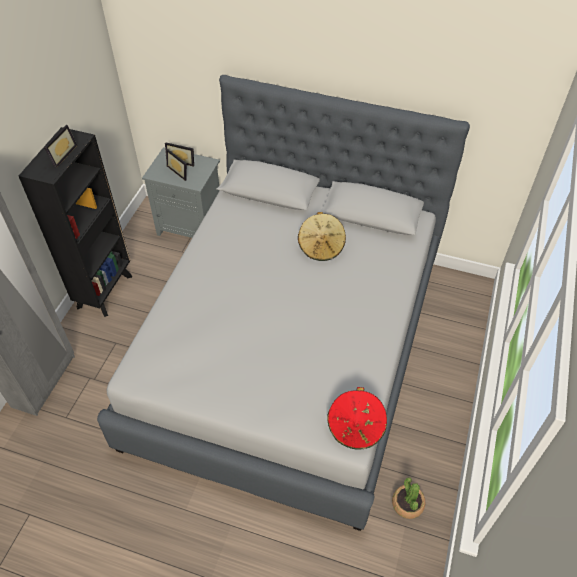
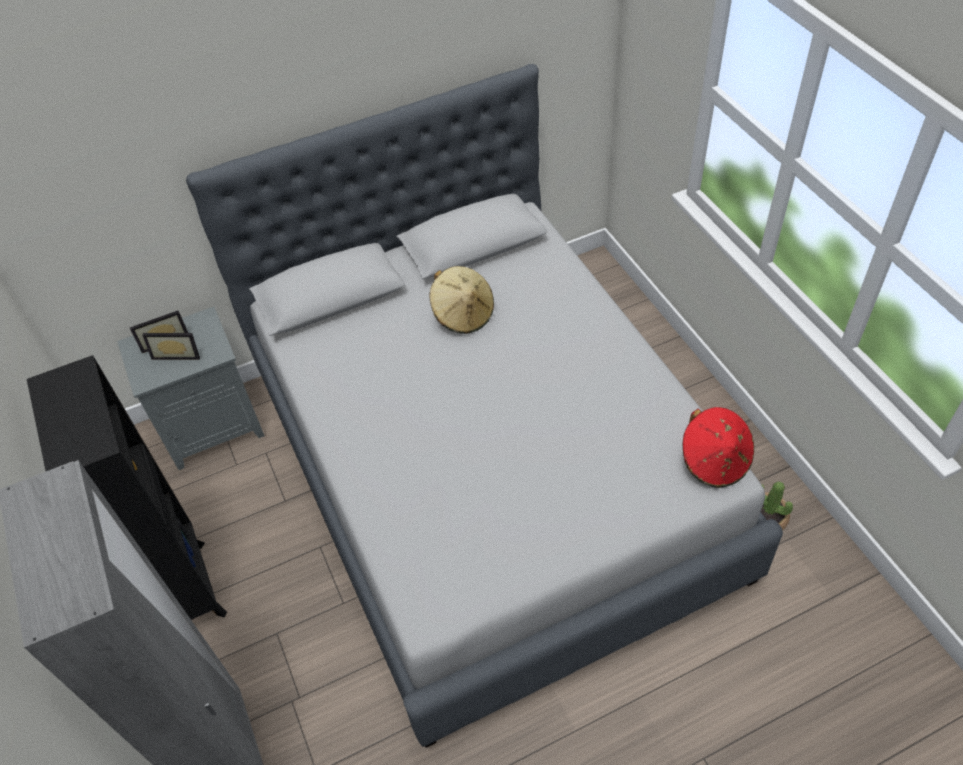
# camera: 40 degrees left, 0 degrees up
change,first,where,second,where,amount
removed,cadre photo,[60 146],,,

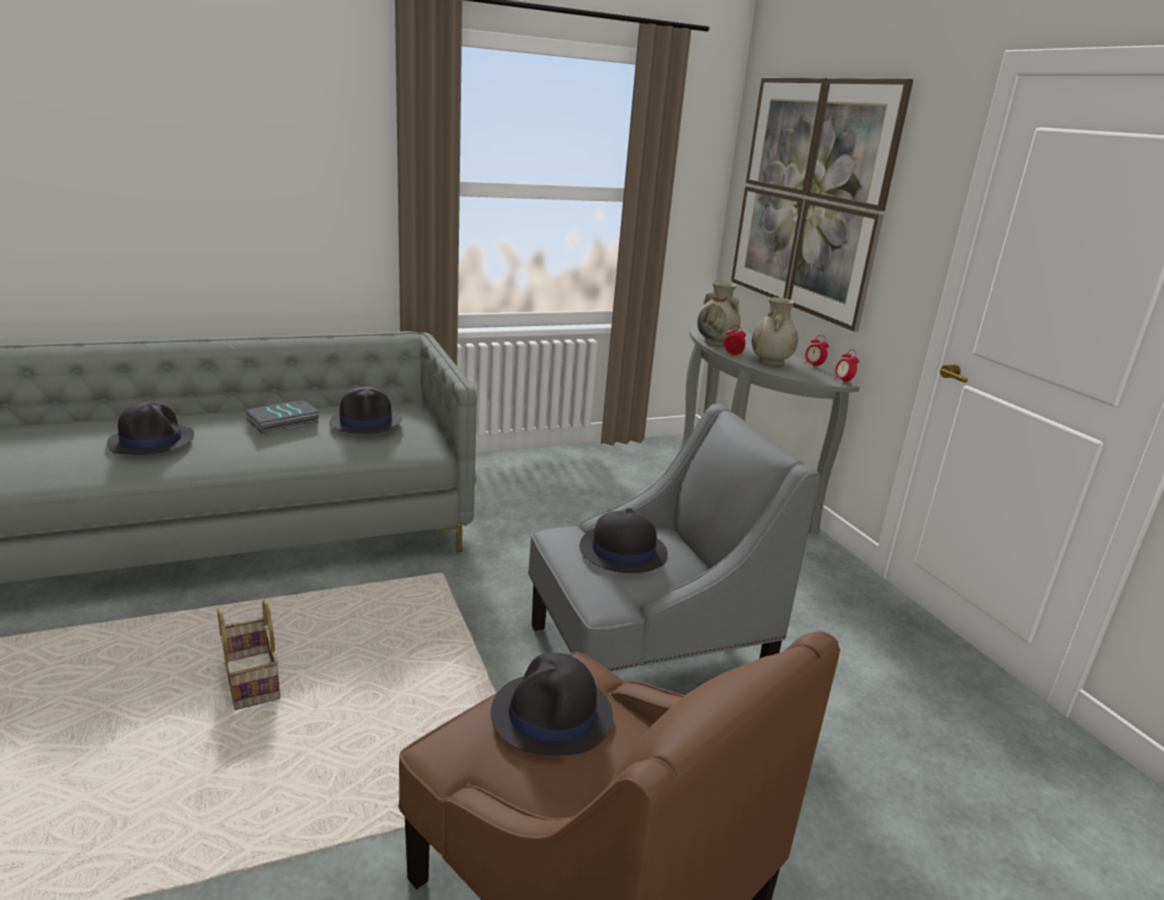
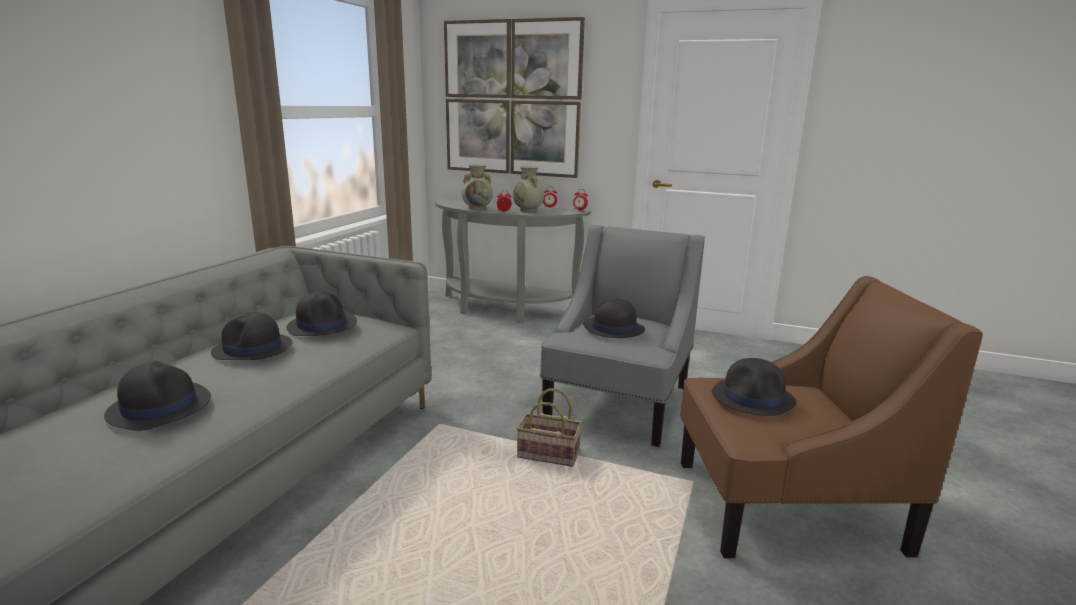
# camera: 45 degrees left, 5 degrees down
change,first,where,second,where,amount
moved,panier,[248 654],,[549 428],
replaced,livre,[283 416],chapeau [noir],[251 336],

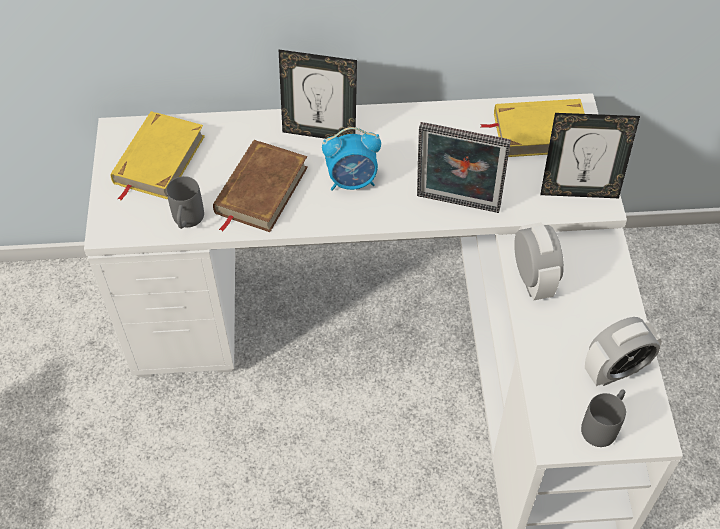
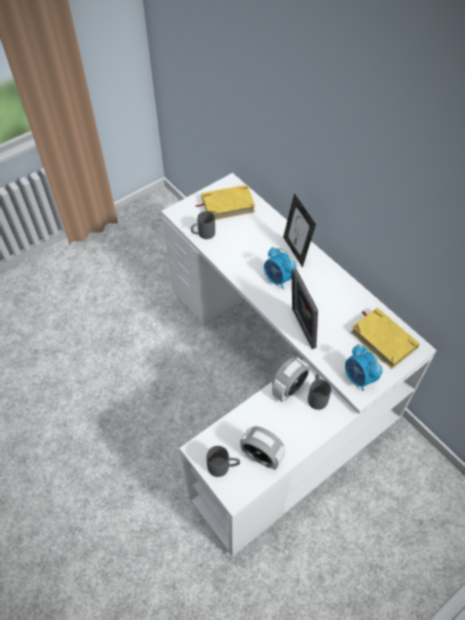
# camera: 55 degrees right, 0 degrees up
change,first,where,second,where,amount
removed,livre [marron],[260 186],,,
replaced,cadre photo,[590 155],réveil,[364 367],
added,,,mug [gris],[319 392],

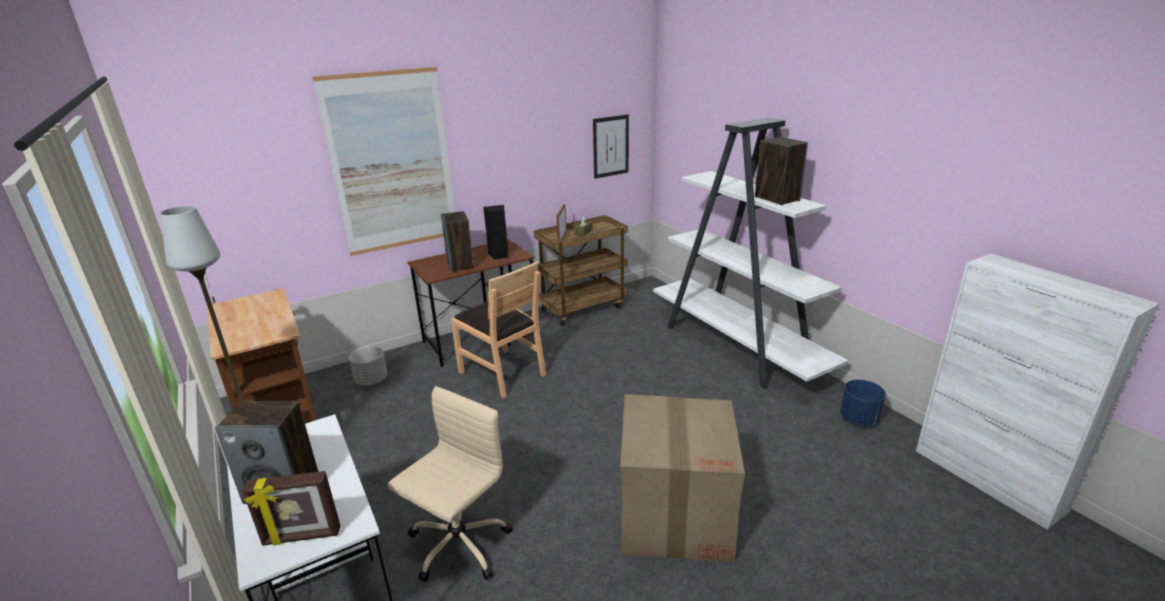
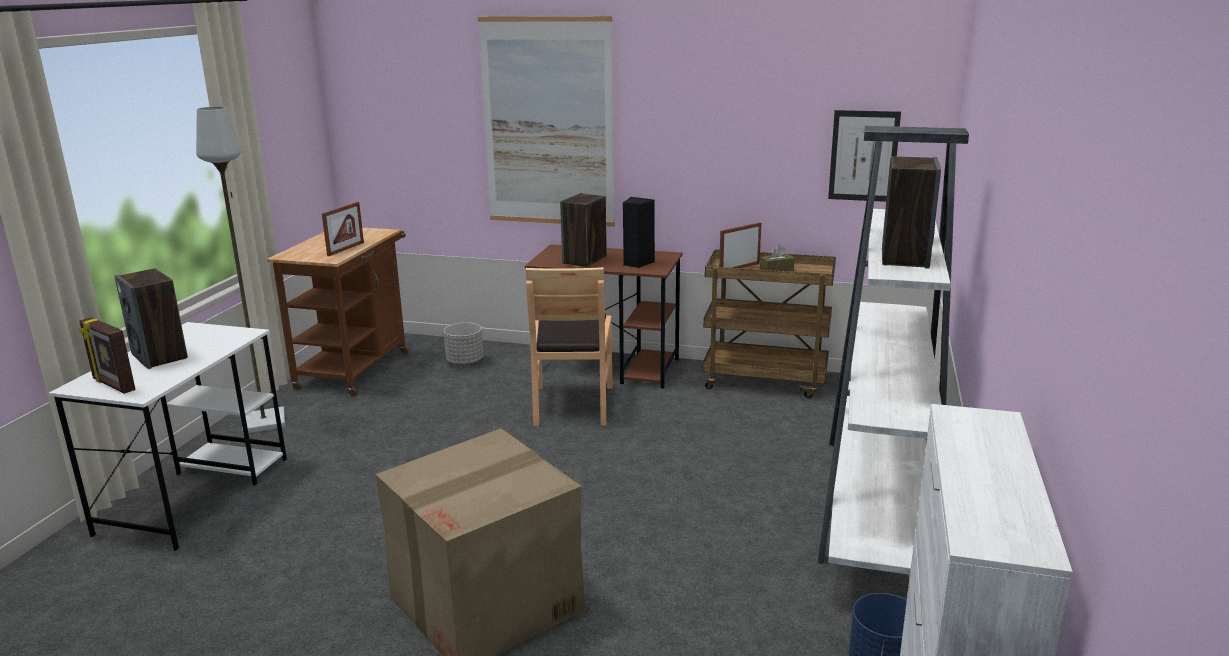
# camera: 45 degrees right, 5 degrees down
change,first,where,second,where,amount
removed,chaise de bureau [beige],[450 484],,,
added,,,cadre photo,[343 229],

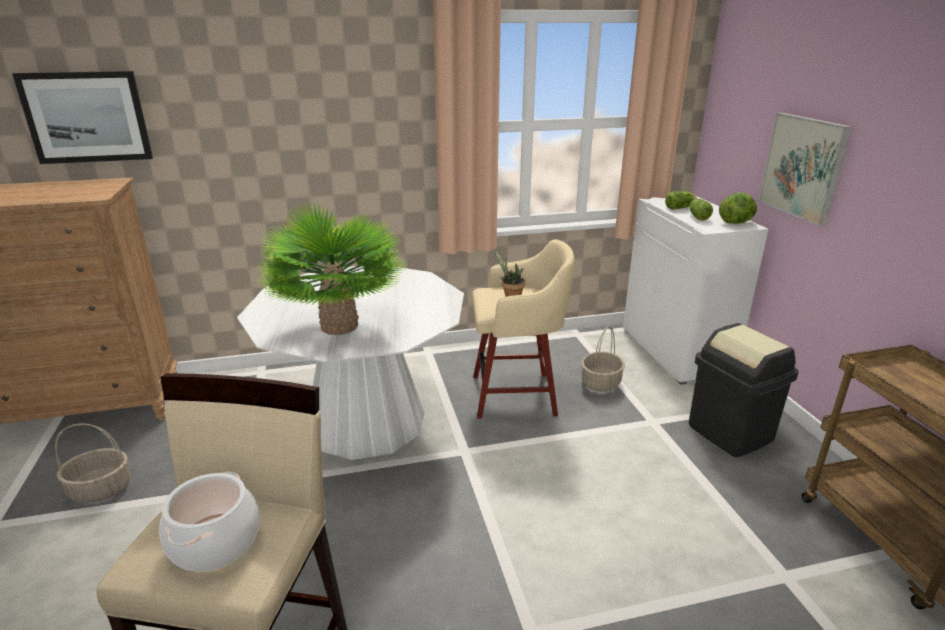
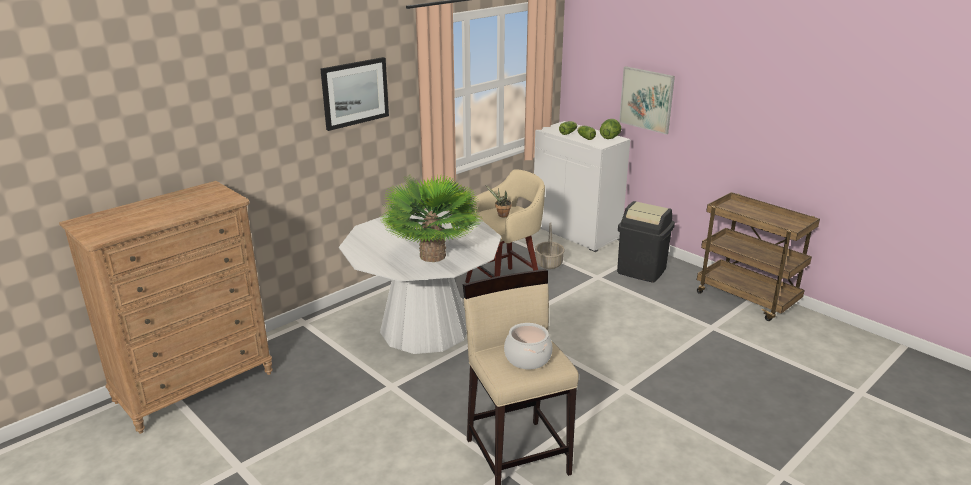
# camera: 30 degrees left, 0 degrees up
change,first,where,second,where,amount
moved,tableau,[82 117],,[354 94],
removed,panier,[93 462],,,

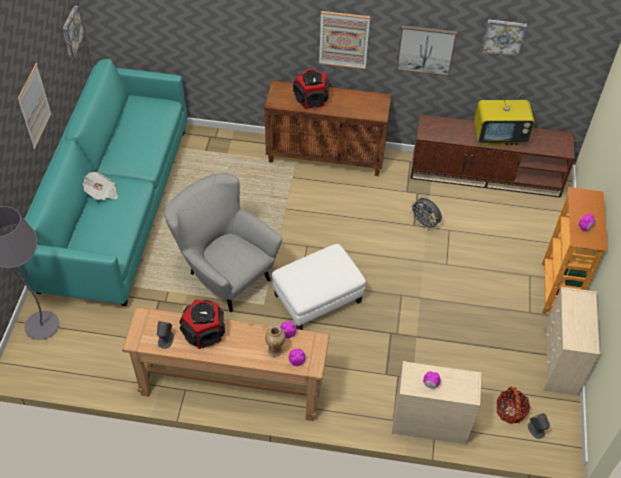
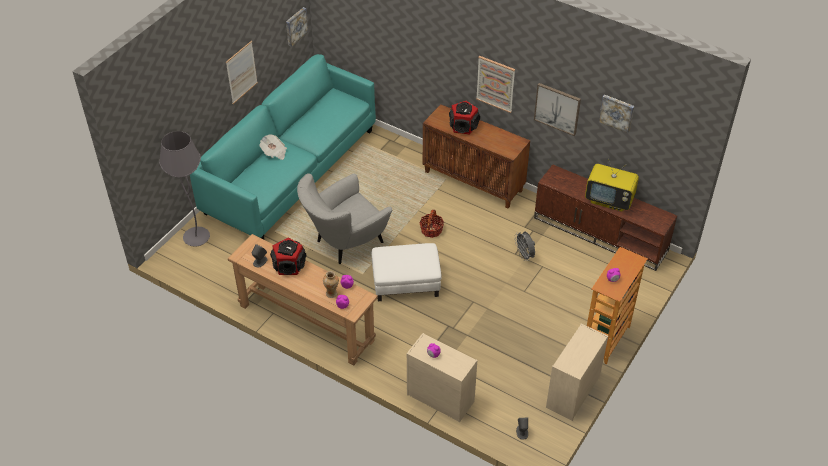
# camera: 25 degrees right, 5 degrees down
change,first,where,second,where,amount
turned,fauteuil [gris],[223 242],,[344 218],105 degrees counterclockwise
moved,panier,[513 405],,[431 224],

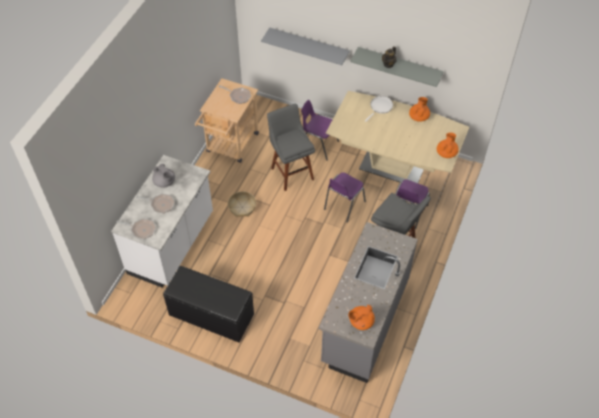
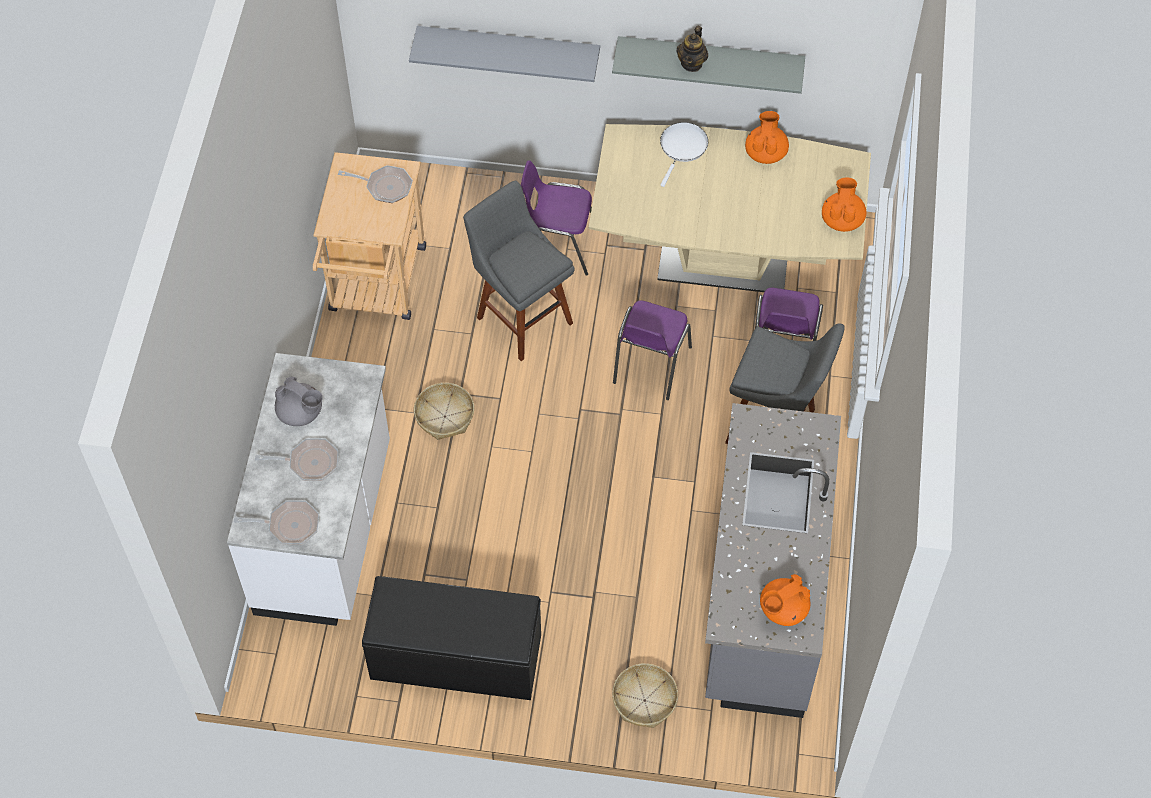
# camera: 15 degrees left, 5 degrees up
change,first,where,second,where,amount
added,,,panier,[645 695],

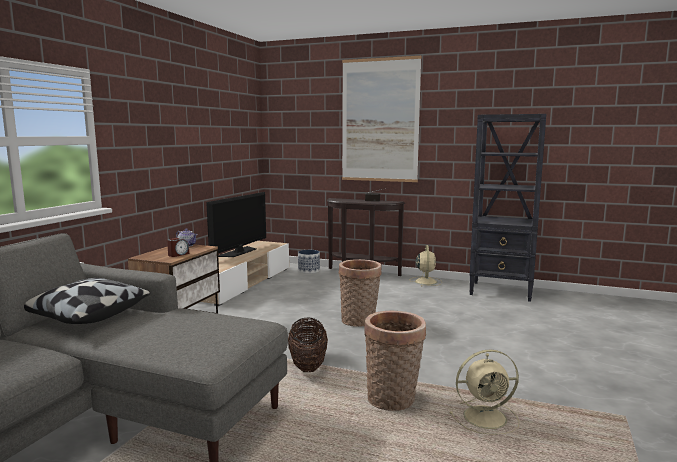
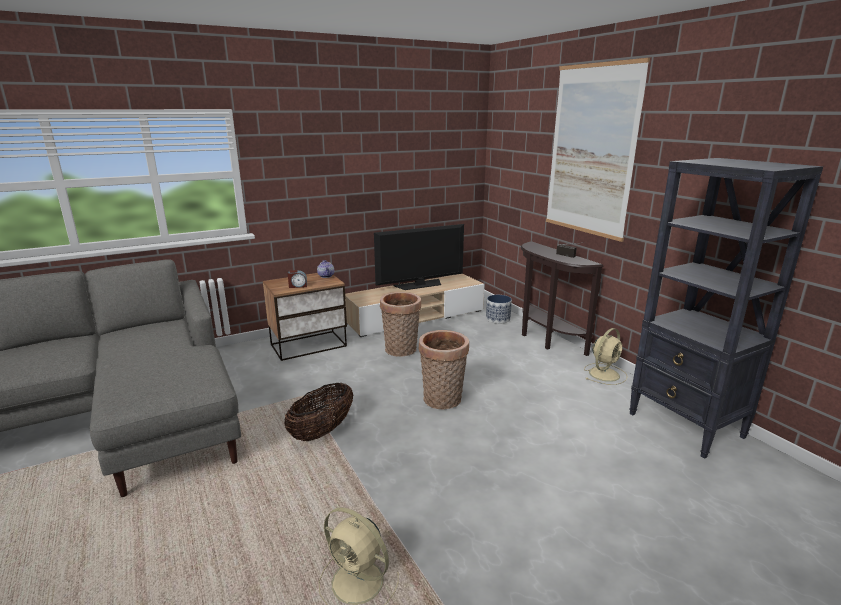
# camera: 40 degrees right, 10 degrees up
change,first,where,second,where,amount
removed,coussin,[87 301],,,
moved,panier,[395 360],,[400 324],

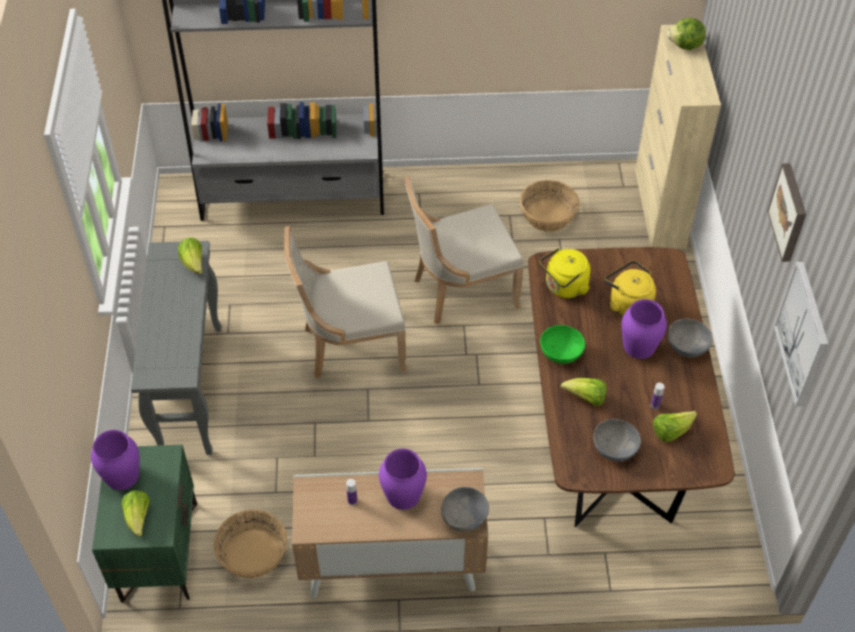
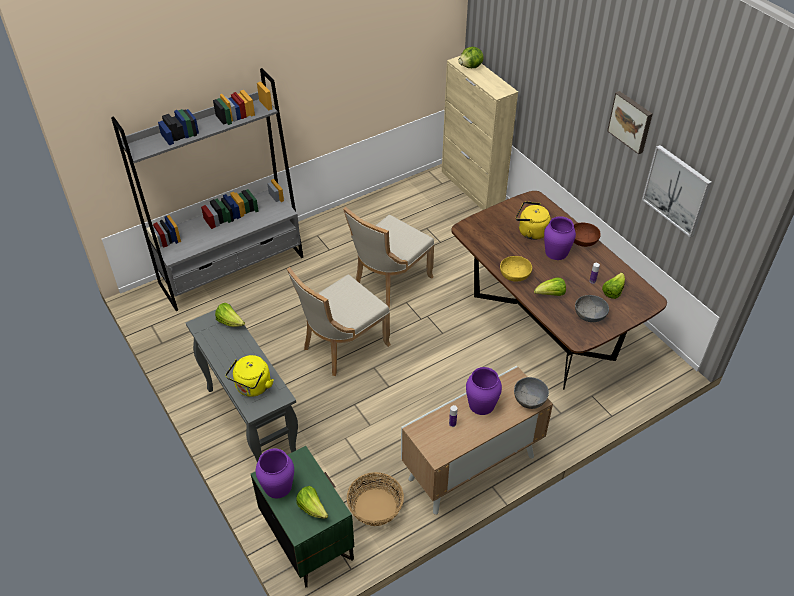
# camera: 30 degrees left, 5 degrees down
change,first,where,second,where,amount
removed,panier,[550 206],,,
moved,bouilloire [jaune],[565 273],,[249 376],
recoloured,bol [vert],[562 344],bol [jaune],[516 269],
recoloured,bol [gris],[690 337],bol [marron],[587 234],

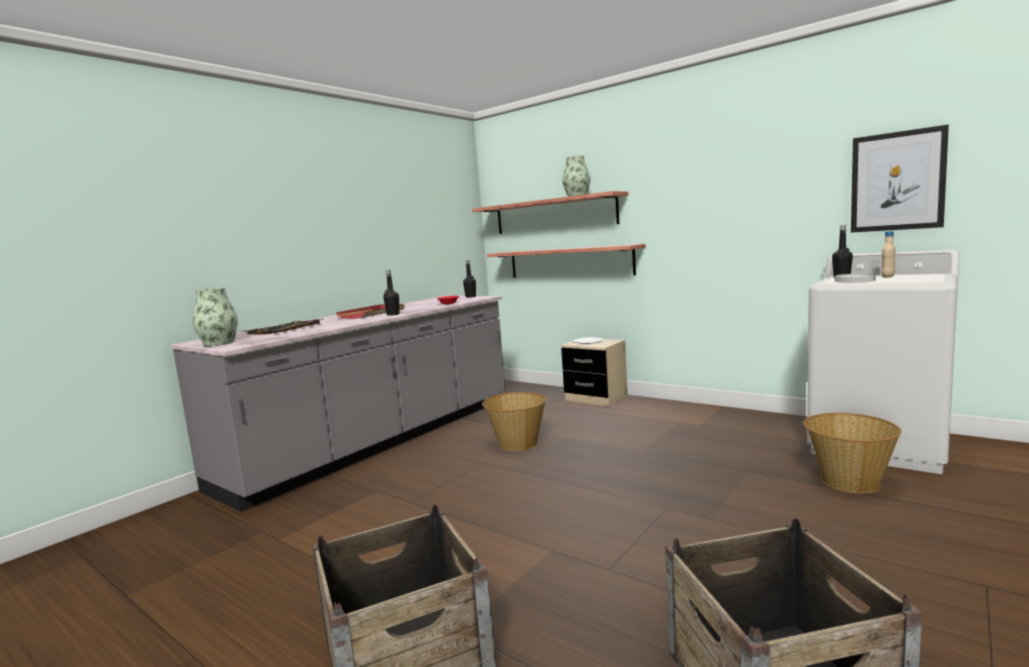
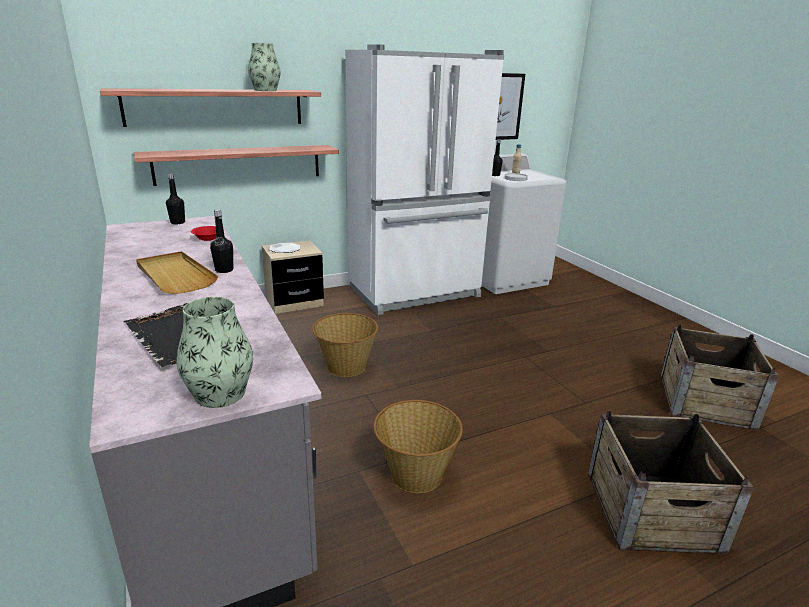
# camera: 65 degrees left, 15 degrees up
change,first,where,second,where,amount
recoloured,plateau [rouge],[370 311],plateau [beige],[177 272],
moved,panier,[852 453],,[418 446],
added,,,réfrigérateur [blanc],[424 179],

